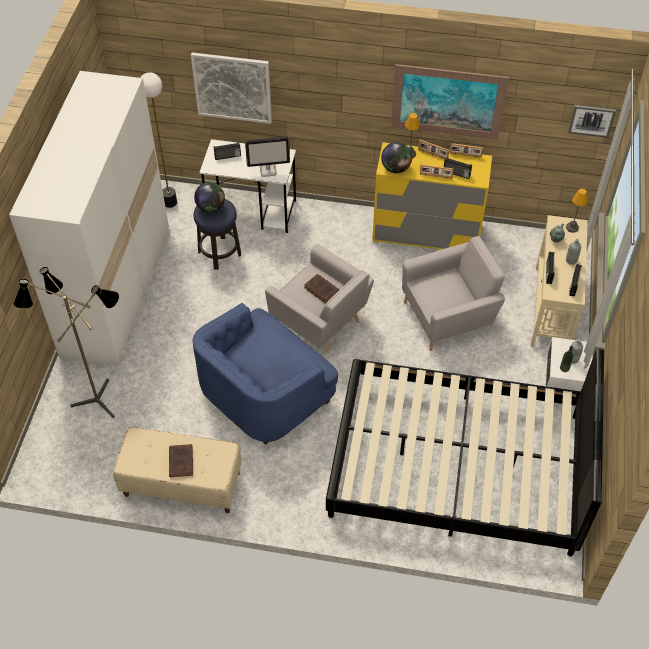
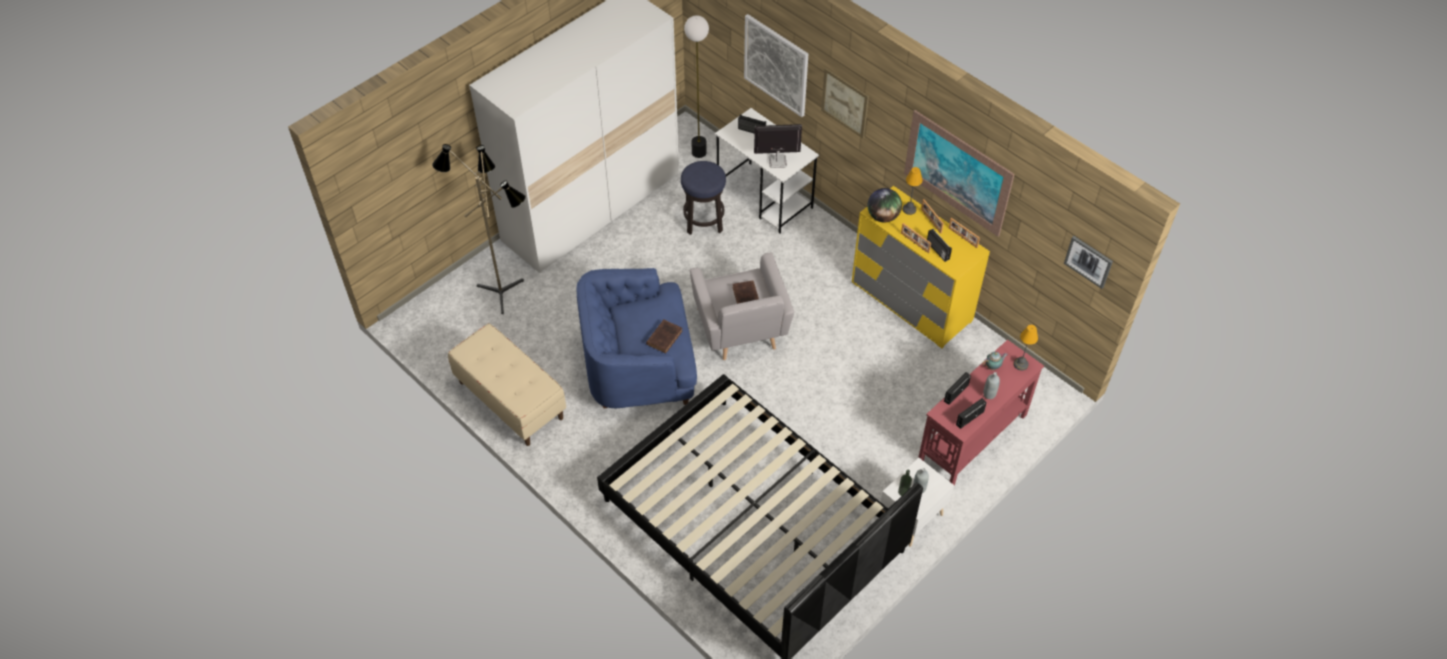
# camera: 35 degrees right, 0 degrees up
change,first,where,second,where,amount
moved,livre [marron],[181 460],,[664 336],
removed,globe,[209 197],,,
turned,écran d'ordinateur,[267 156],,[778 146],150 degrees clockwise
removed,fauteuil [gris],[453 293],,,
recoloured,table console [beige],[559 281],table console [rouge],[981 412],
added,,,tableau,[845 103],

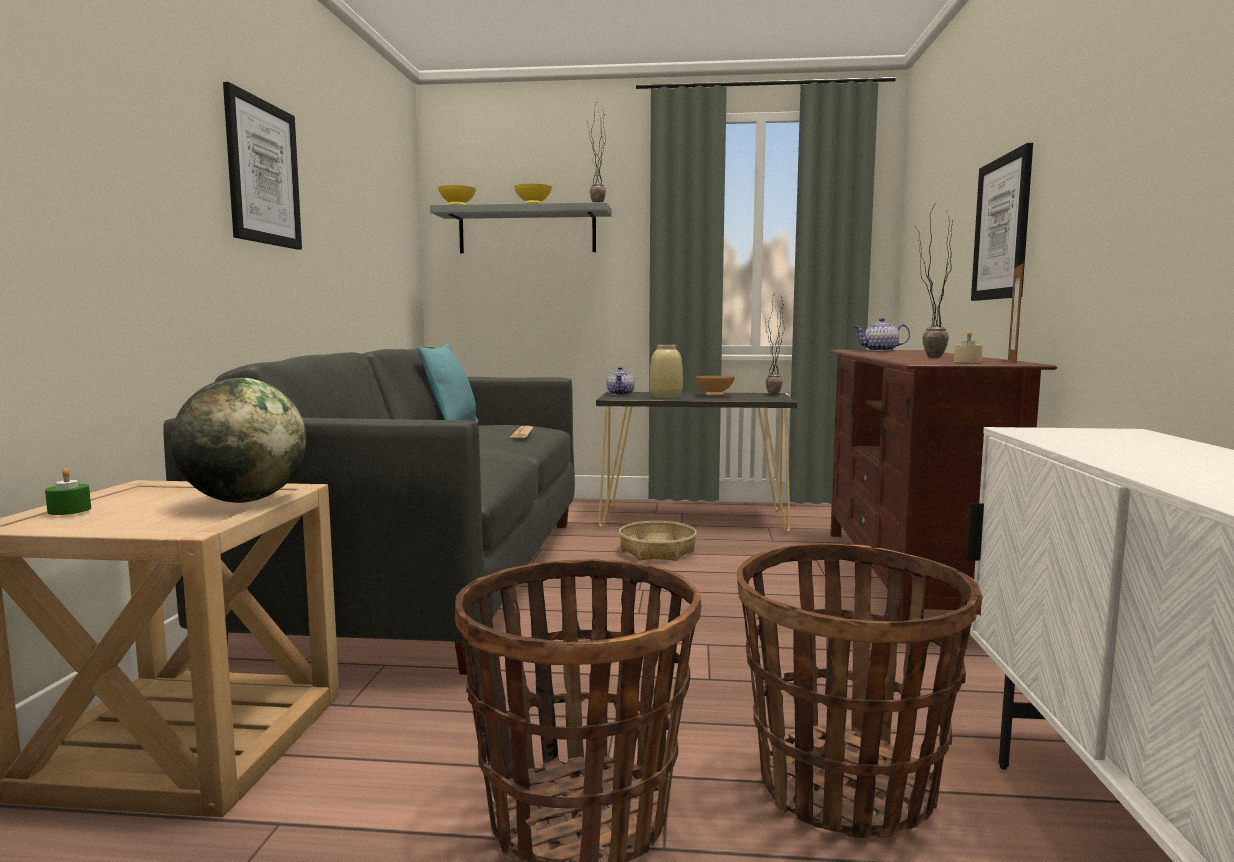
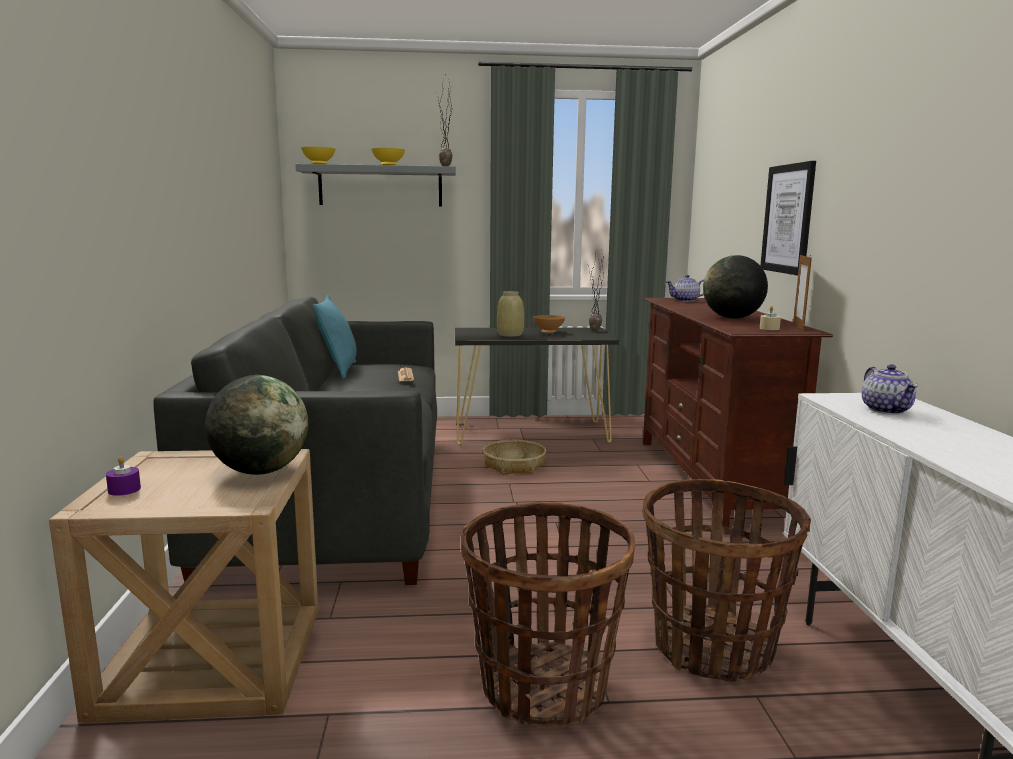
# camera: 10 degrees left, 5 degrees up
change,first,where,second,where,amount
recoloured,bougie [vert],[68 491],bougie [violet],[123 476],
removed,tableau,[262 166],,,
moved,théière,[621 381],,[890 389],
replaced,plante en pot,[934 282],globe,[735 287],

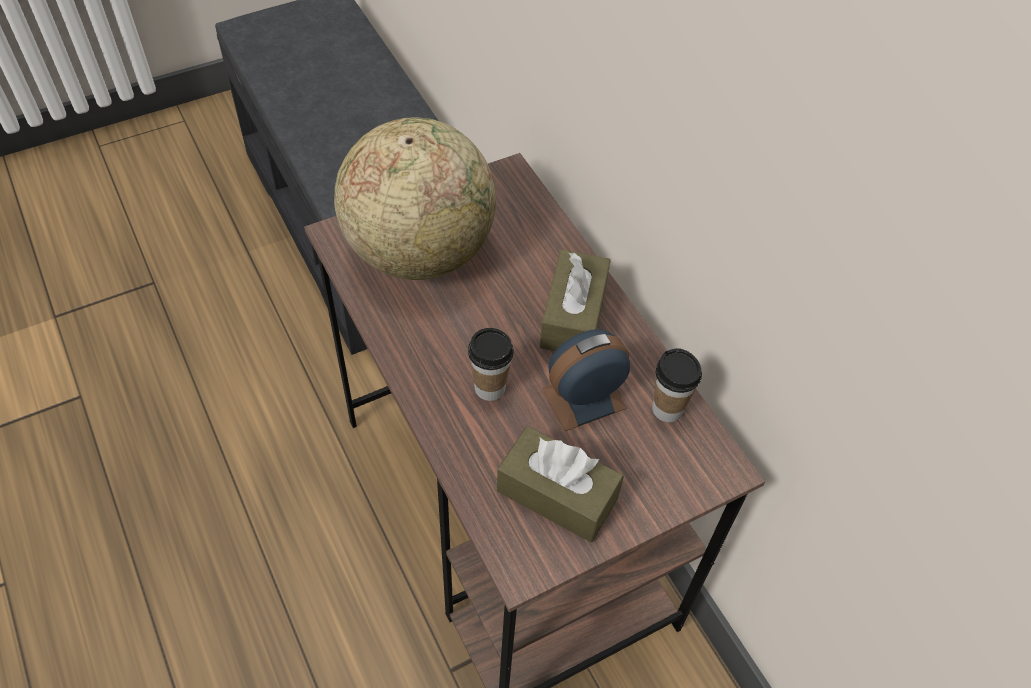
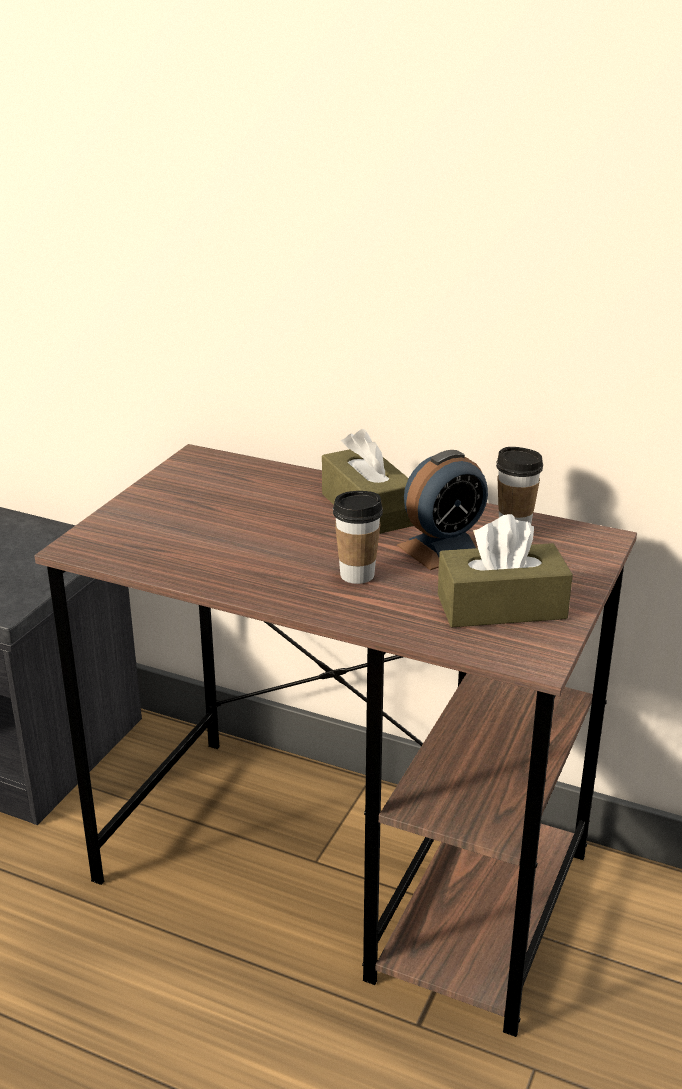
# camera: 35 degrees left, 25 degrees down
change,first,where,second,where,amount
removed,globe,[415 199],,,
turned,réveil,[586 380],,[442 510],150 degrees counterclockwise

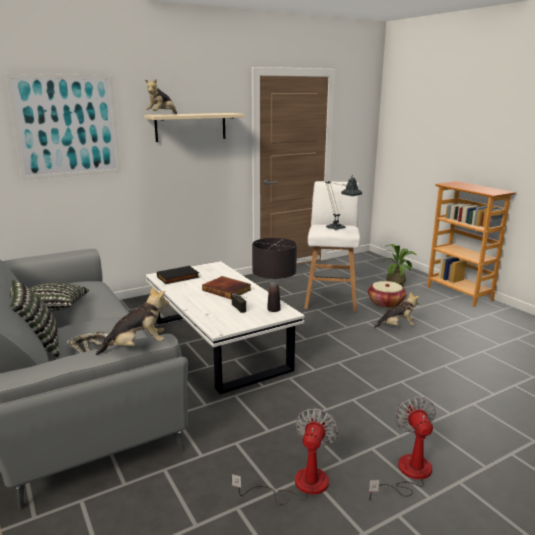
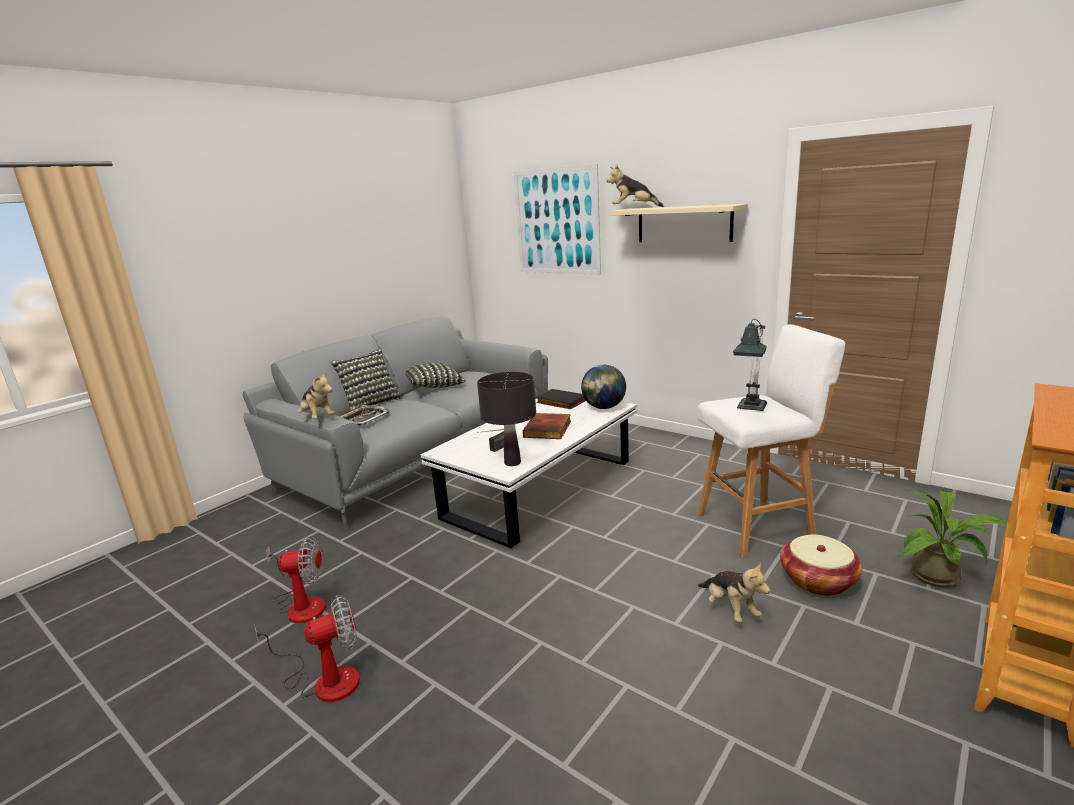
# camera: 70 degrees right, 0 degrees up
change,first,where,second,where,amount
added,,,globe,[603 387],

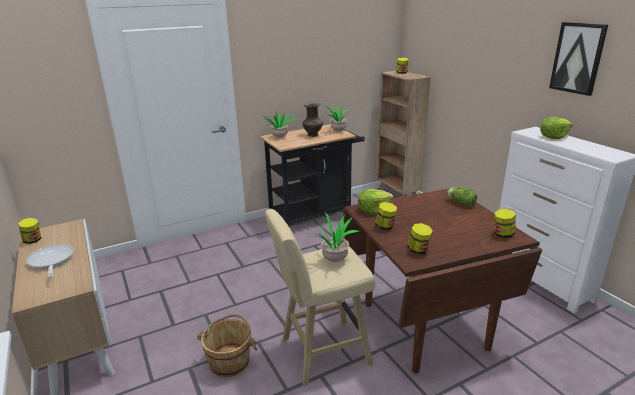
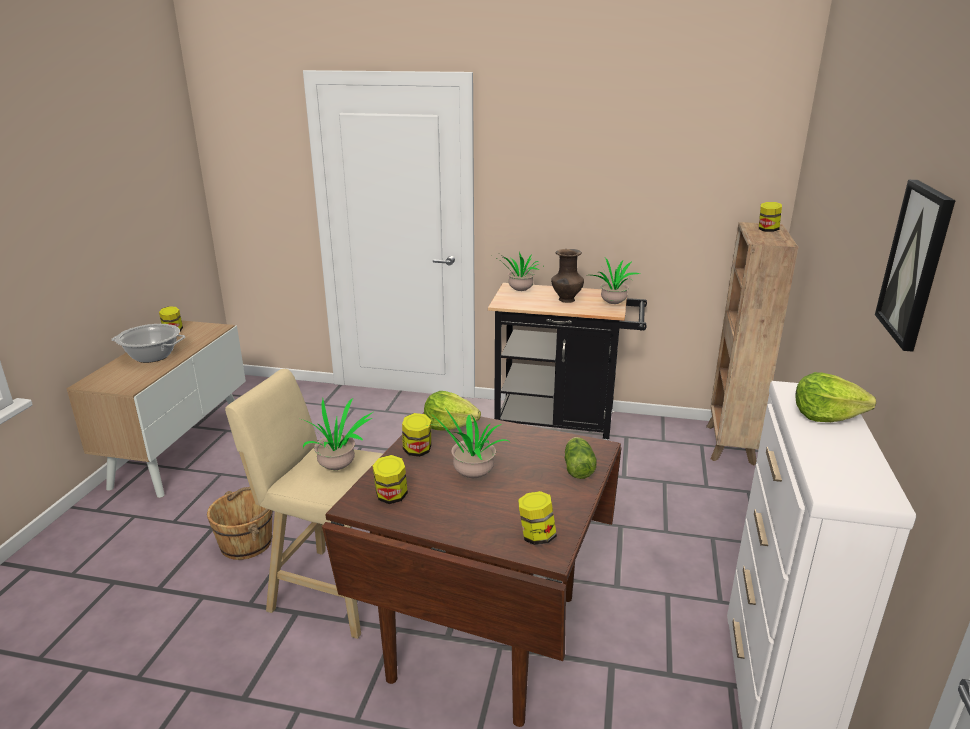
# camera: 40 degrees right, 0 degrees up
change,first,where,second,where,amount
replaced,poêle,[50 261],marmite,[148 343],
added,,,plante en pot,[468 443],

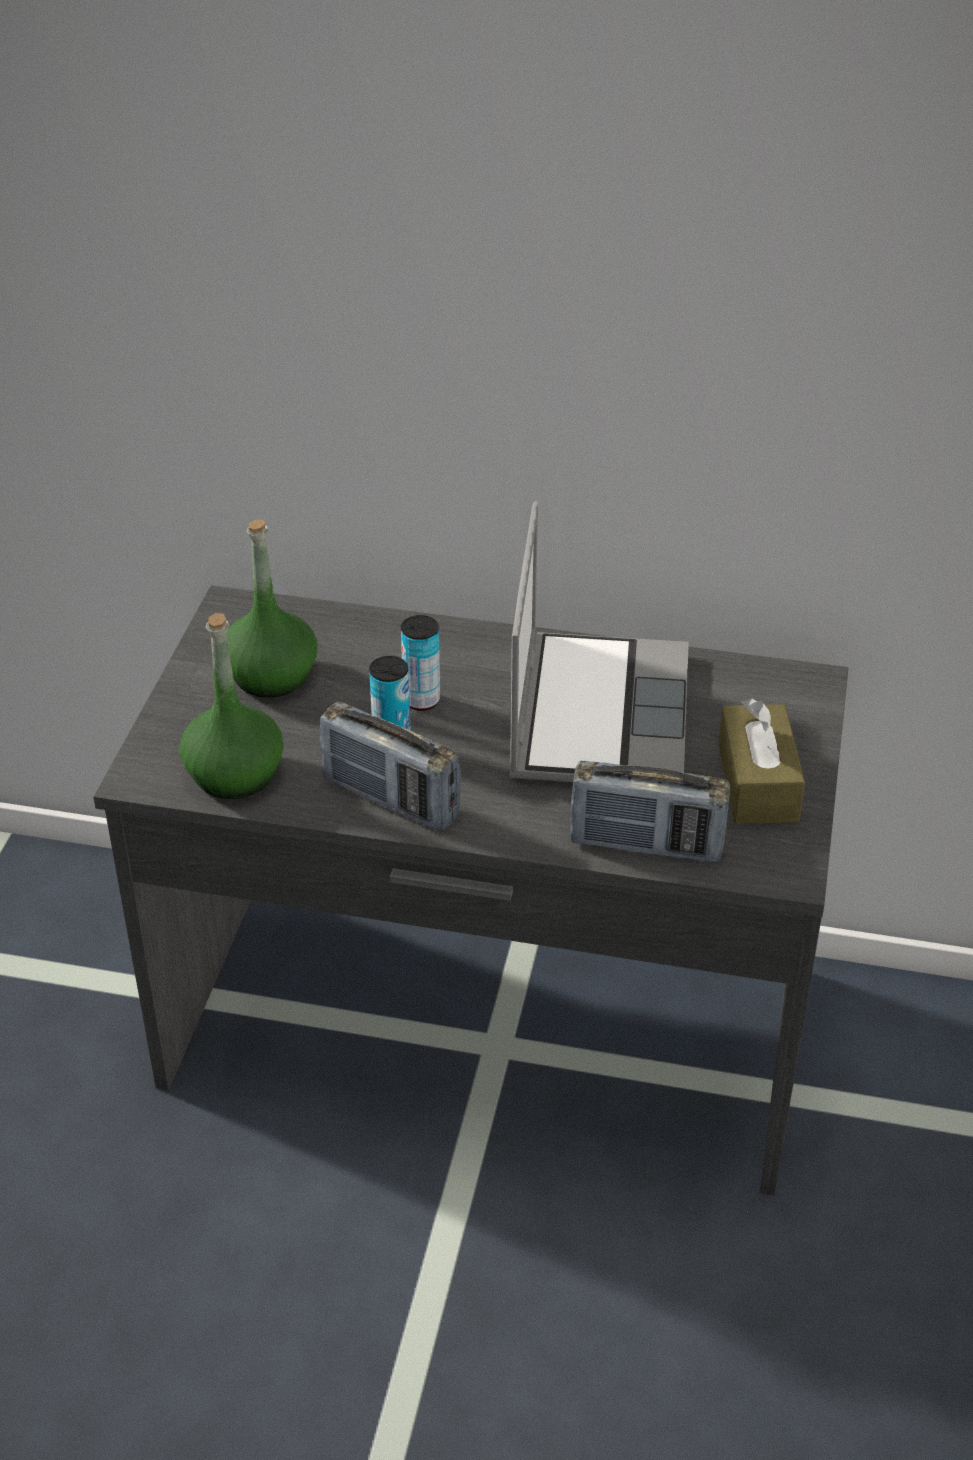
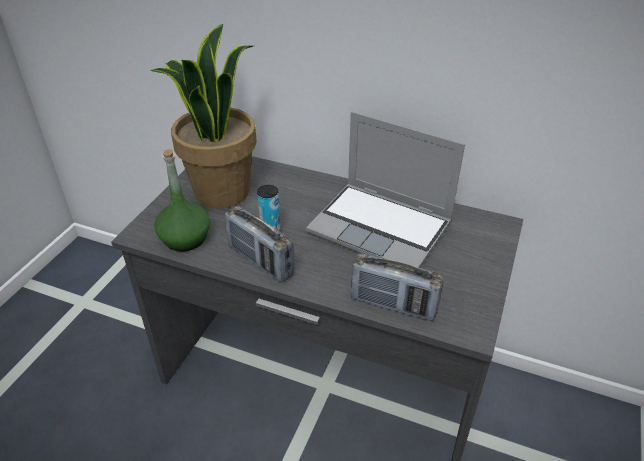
# camera: 10 degrees right, 0 degrees up
change,first,where,second,where,amount
replaced,bouteille [vert],[271 608],plante en pot,[203 116],
removed,boîte métallique,[420 663],,,
turned,ordinateur portable,[599 641],,[385 190],105 degrees clockwise
removed,boîte à mouchoirs [marron],[761 761],,,

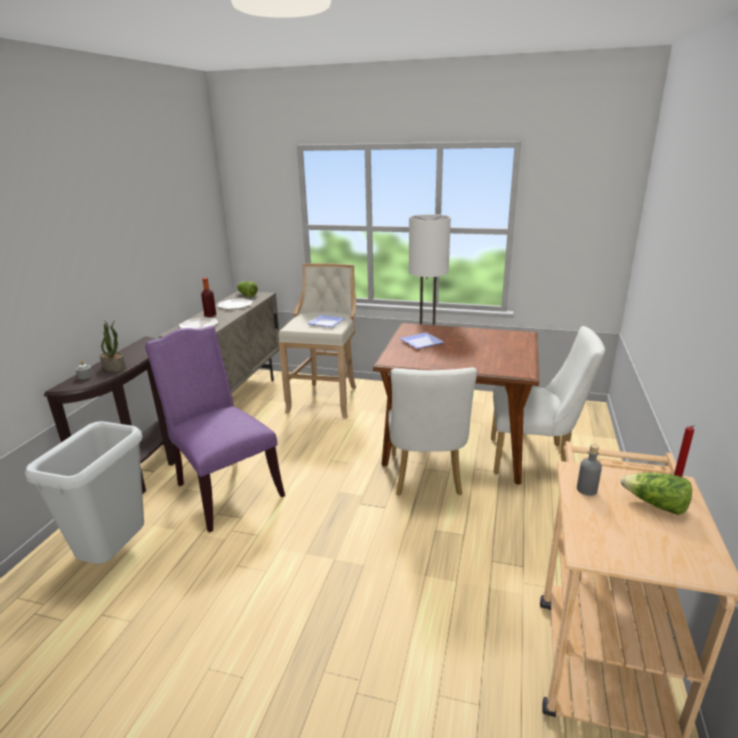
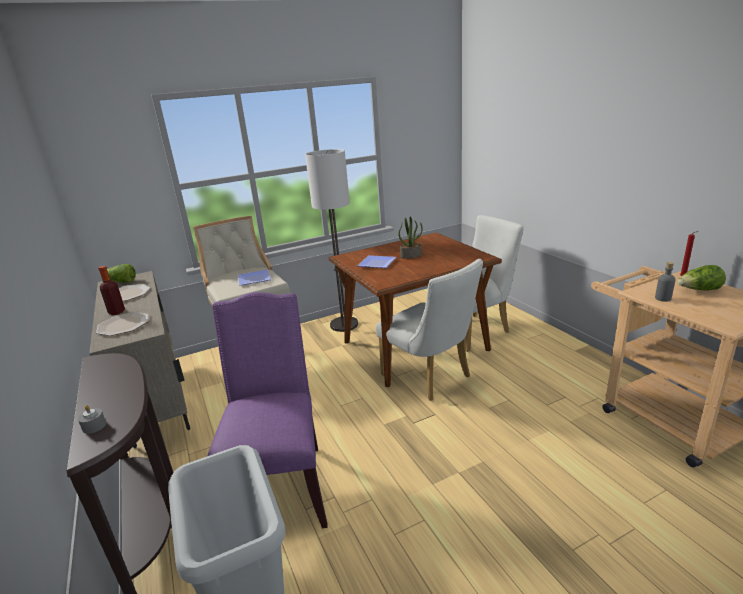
# camera: 40 degrees left, 0 degrees up
change,first,where,second,where,amount
moved,plante en pot,[113 346],,[410 237],
turned,chaise [violet],[215 429],,[267 410],75 degrees clockwise

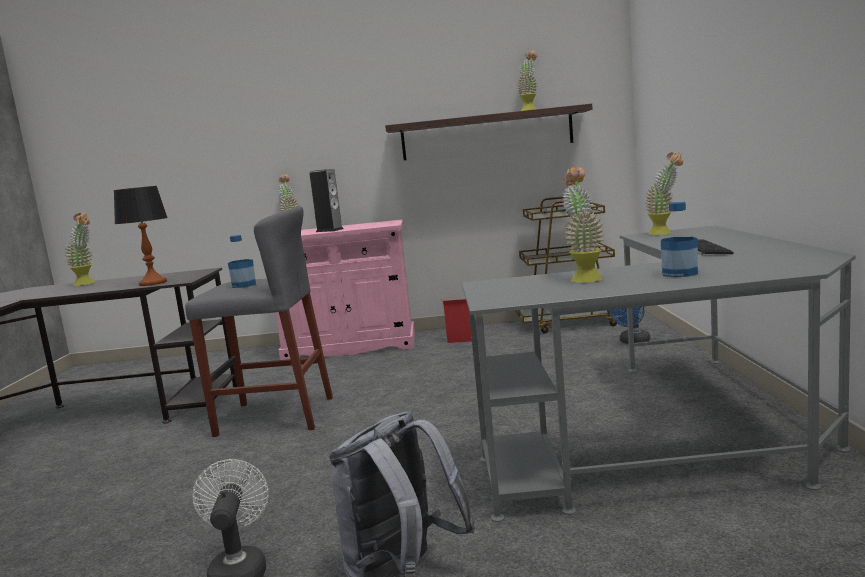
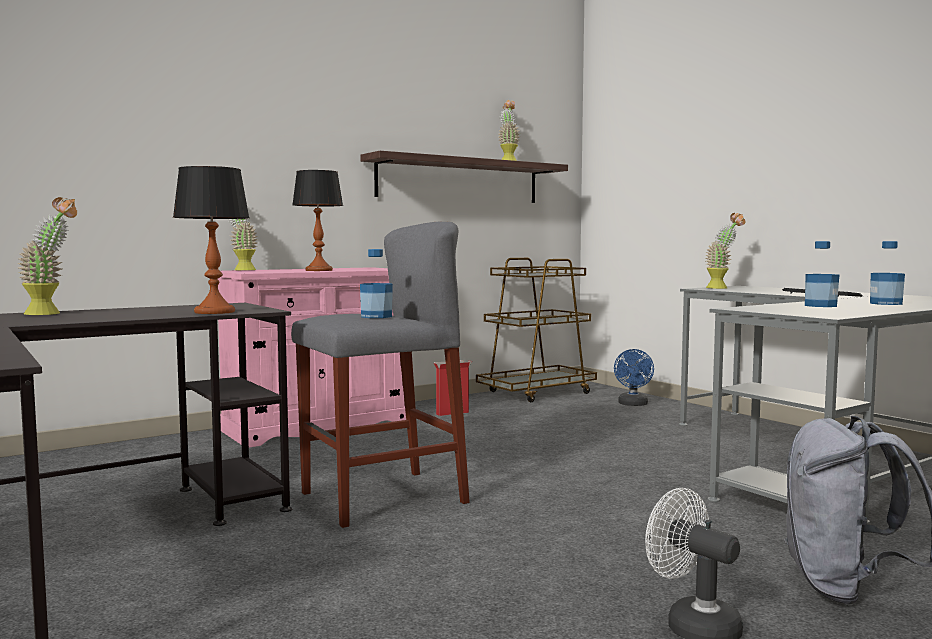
# camera: 35 degrees left, 5 degrees down
change,first,where,second,where,amount
replaced,enceinte,[326 200],lampe de table,[317 220],
replaced,plante en pot,[583 225],bouteille,[822 274],

